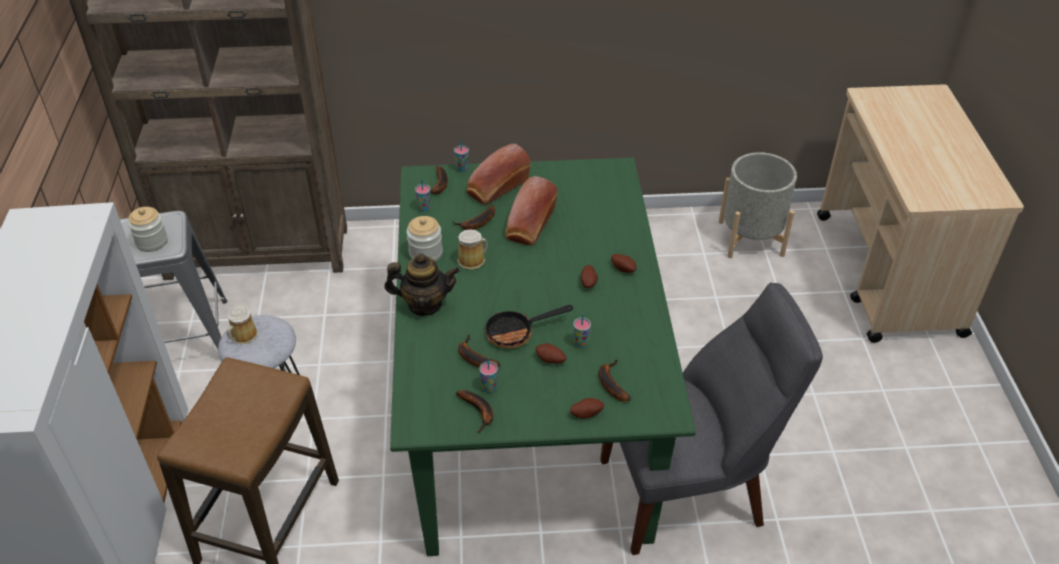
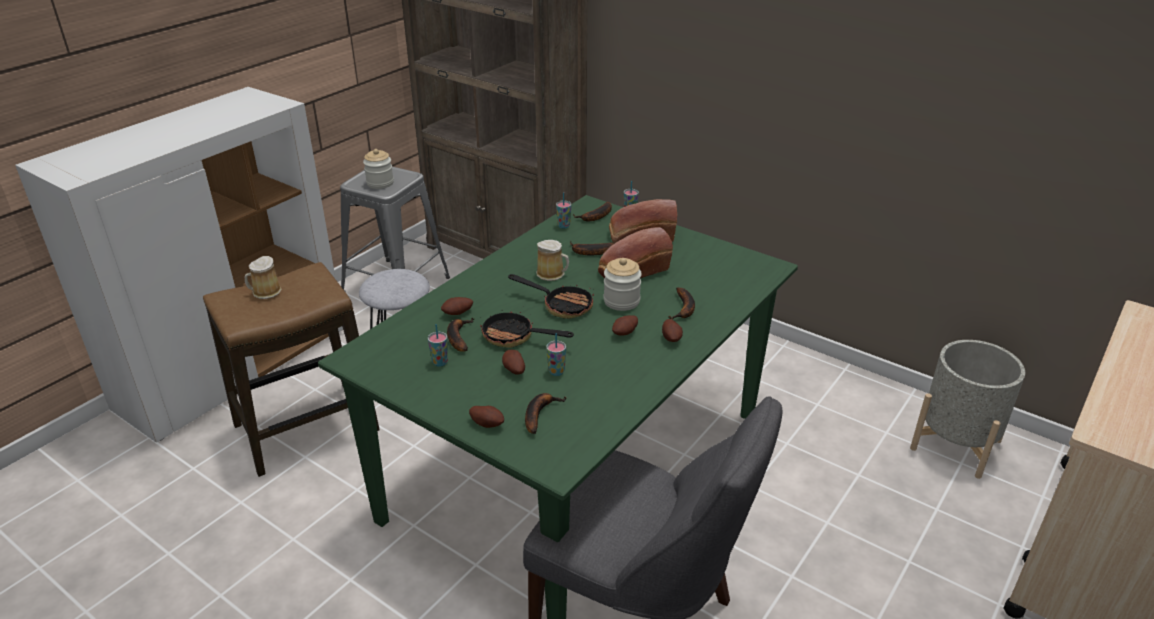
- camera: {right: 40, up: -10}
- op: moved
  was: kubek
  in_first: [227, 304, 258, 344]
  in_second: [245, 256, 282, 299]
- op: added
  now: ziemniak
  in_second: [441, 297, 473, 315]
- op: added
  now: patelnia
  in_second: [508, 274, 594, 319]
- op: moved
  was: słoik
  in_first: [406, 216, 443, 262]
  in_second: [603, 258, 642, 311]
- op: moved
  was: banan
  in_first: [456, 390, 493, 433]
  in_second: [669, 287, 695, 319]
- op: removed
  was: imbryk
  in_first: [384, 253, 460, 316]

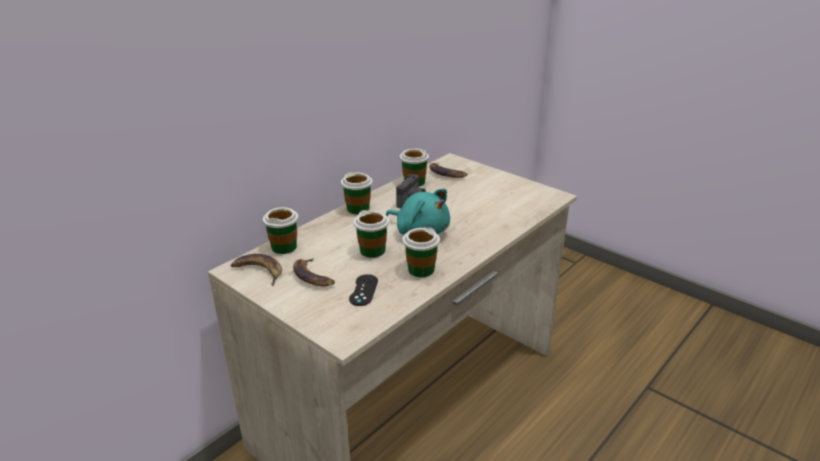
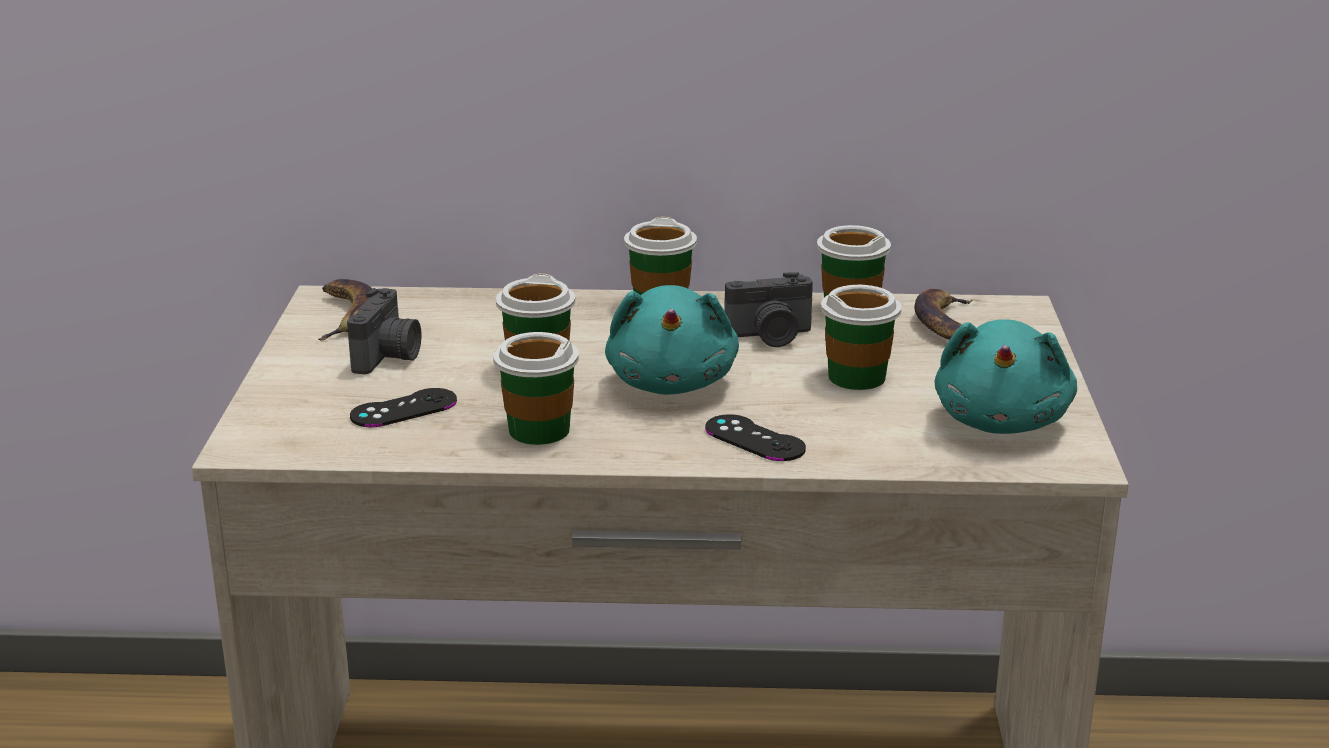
- camera: {right: 50, up: -5}
- op: replaced
  was: banan
  now: aparat fotograficzny
  in_first: [293, 258, 335, 286]
  in_second: [347, 288, 421, 374]
- op: added
  now: pad do gier (czarny)
  in_second: [705, 414, 806, 461]
- op: moved
  was: filiżanka
  in_first: [263, 207, 298, 254]
  in_second: [821, 285, 902, 390]
- op: added
  now: pluszak (turkusowy)
  in_second: [934, 319, 1077, 434]

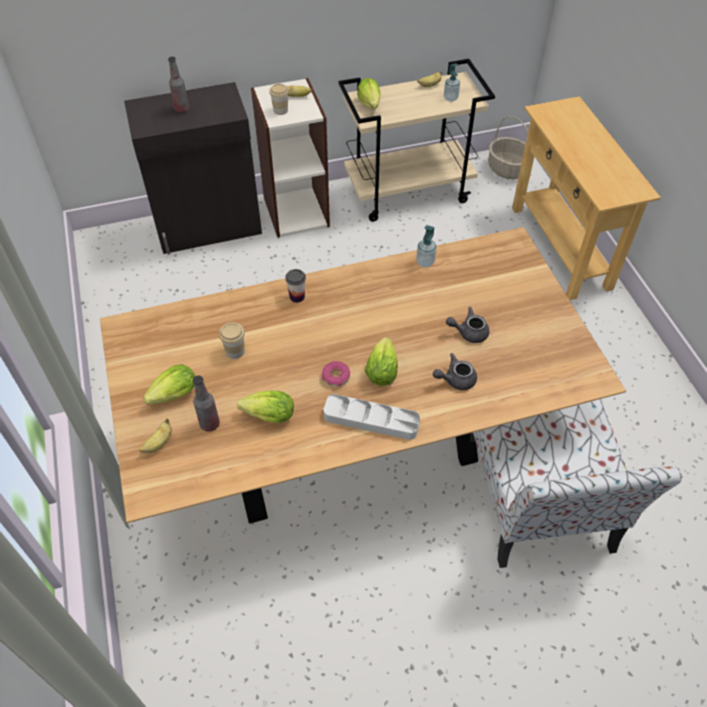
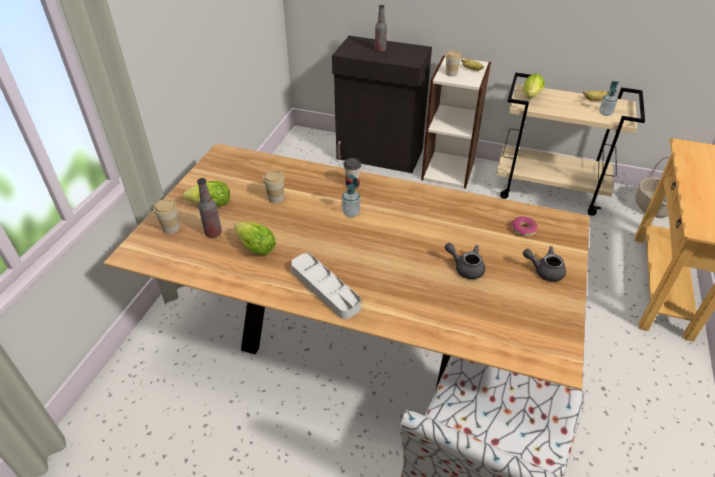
- camera: {right: 35, up: -10}
- op: replaced
  was: banan
  now: filiżanka
  in_first: [139, 418, 172, 453]
  in_second: [153, 199, 180, 234]
- op: moved
  was: dozownik mydła
  in_first: [416, 225, 437, 267]
  in_second: [342, 174, 360, 217]
- op: moved
  was: donut
  in_first: [322, 361, 350, 387]
  in_second: [511, 216, 538, 236]
- op: moved
  was: imbryk (szary)
  in_first: [433, 353, 477, 390]
  in_second: [523, 246, 566, 282]
- op: removed
  was: sałata
  in_first: [365, 337, 398, 386]

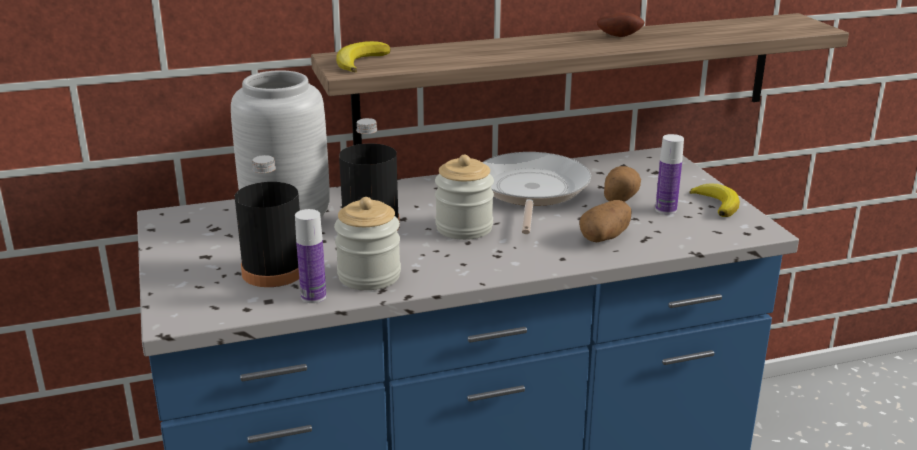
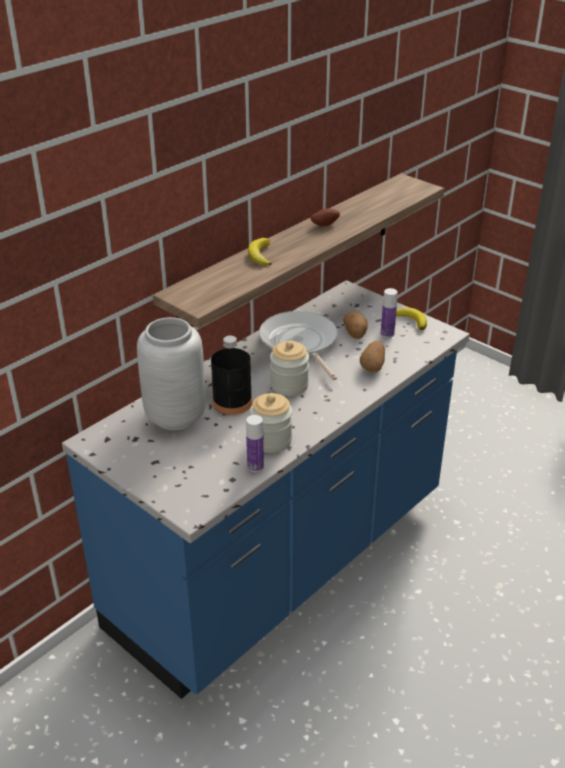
- camera: {right: -30, up: 10}
- op: moved
  was: banan
  in_first: [336, 41, 391, 72]
  in_second: [248, 238, 272, 266]
- op: removed
  was: butelka (czarny)
  in_first: [235, 155, 300, 287]

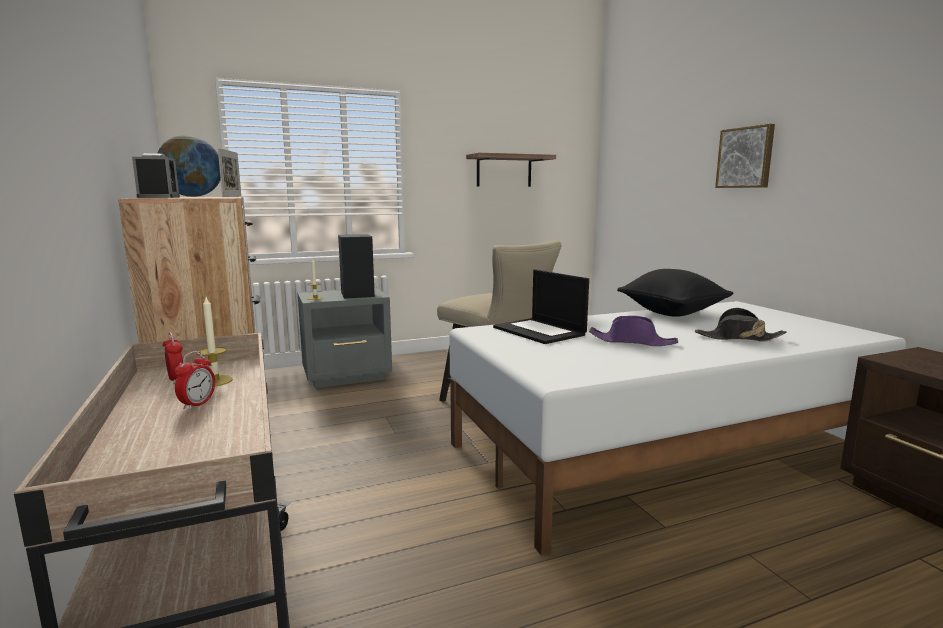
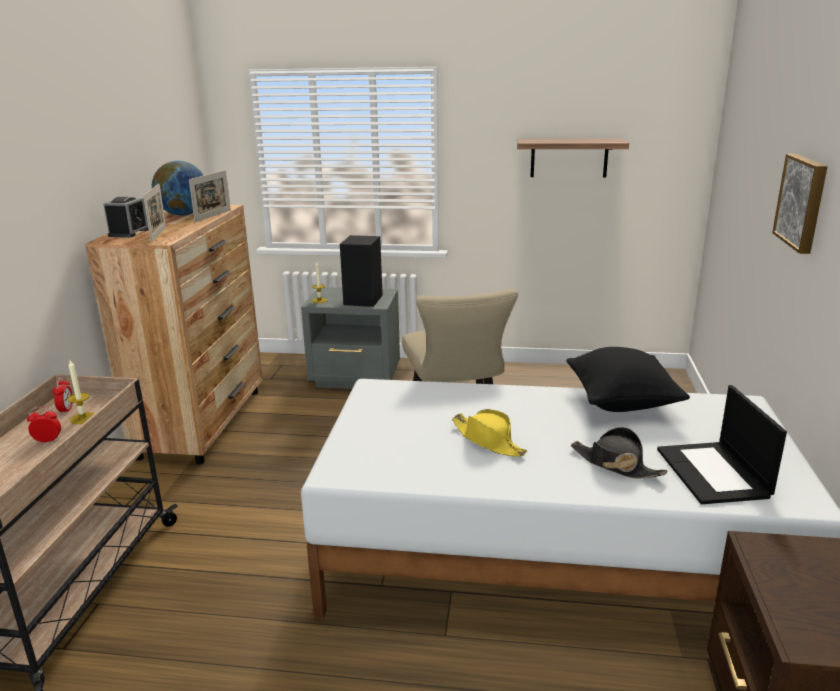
- camera: {right: 30, up: 10}
- op: turned
  was: budzik
  in_first: [175, 351, 215, 410]
  in_second: [27, 407, 61, 443]
  clockwise: -150
- op: added
  now: ramka na zdjęcie
  in_second: [143, 184, 166, 243]
- op: recoloured
  was: kapelusz (fioletowy)
  now: kapelusz (żółty)
  in_first: [589, 316, 678, 346]
  in_second: [452, 409, 527, 457]
- op: moved
  was: laptop
  in_first: [493, 269, 589, 344]
  in_second: [657, 385, 787, 504]

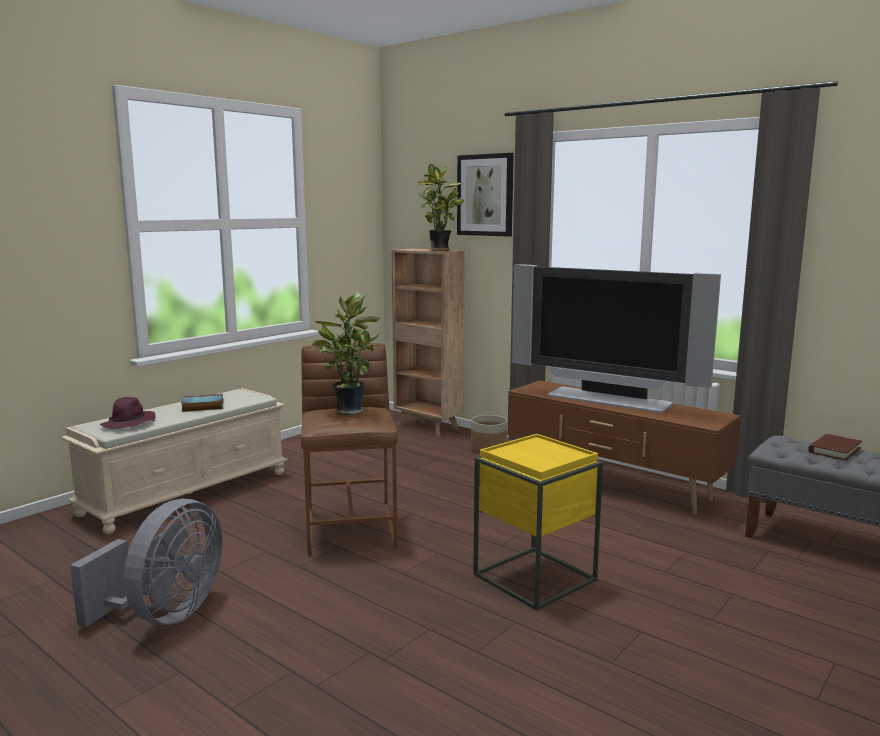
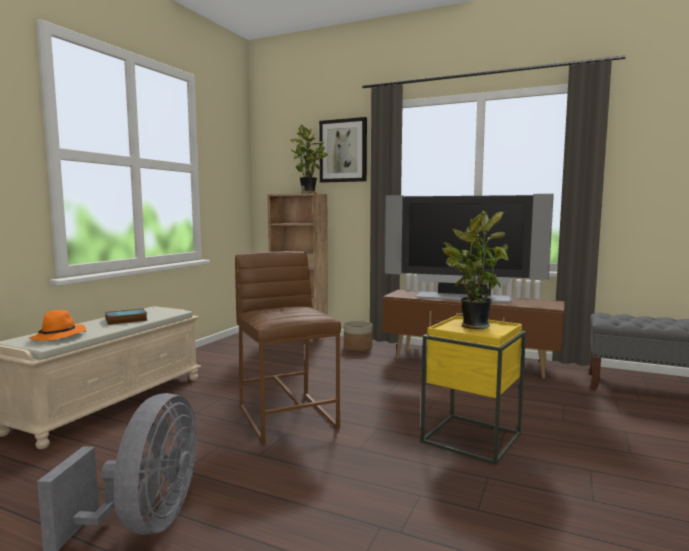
- camera: {right: -15, up: -5}
- op: recoloured
  was: kapelusz (fioletowy)
  now: kapelusz (pomarańczowy)
  in_first: [100, 397, 156, 429]
  in_second: [29, 310, 86, 341]
- op: moved
  was: roślina doniczkowa
  in_first: [312, 292, 380, 415]
  in_second: [442, 211, 508, 329]
- op: removed
  was: książka (brązowy)
  in_first: [808, 434, 862, 460]

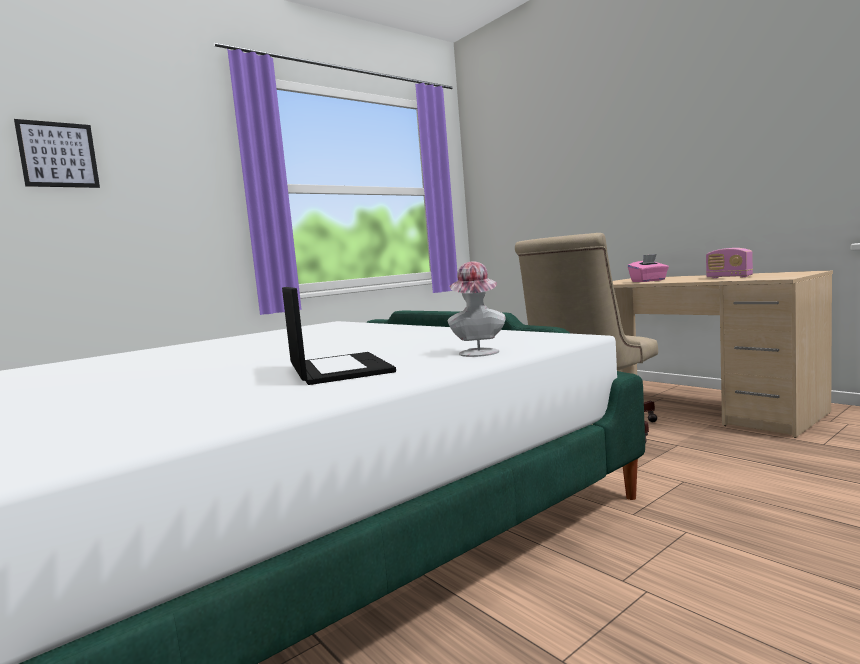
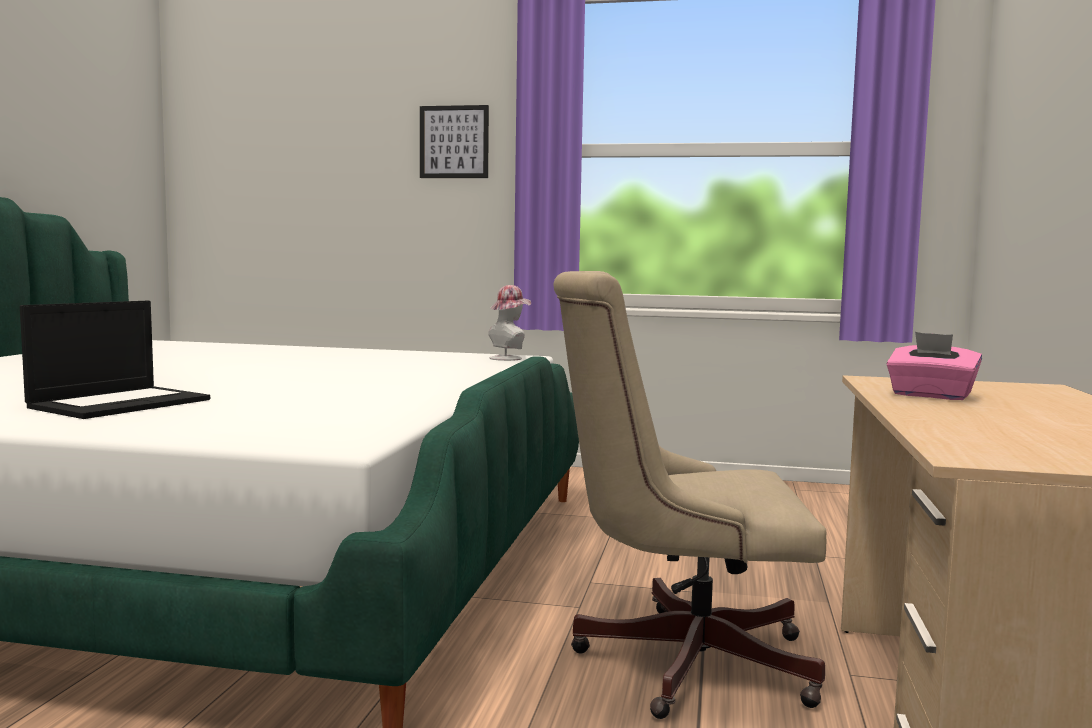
- camera: {right: 50, up: 0}
- op: moved
  was: obraz
  in_first: [14, 119, 100, 188]
  in_second: [420, 105, 489, 178]
- op: moved
  was: kapelusz
  in_first: [448, 261, 506, 357]
  in_second: [488, 285, 531, 361]
- op: removed
  was: radio
  in_first: [706, 248, 753, 278]

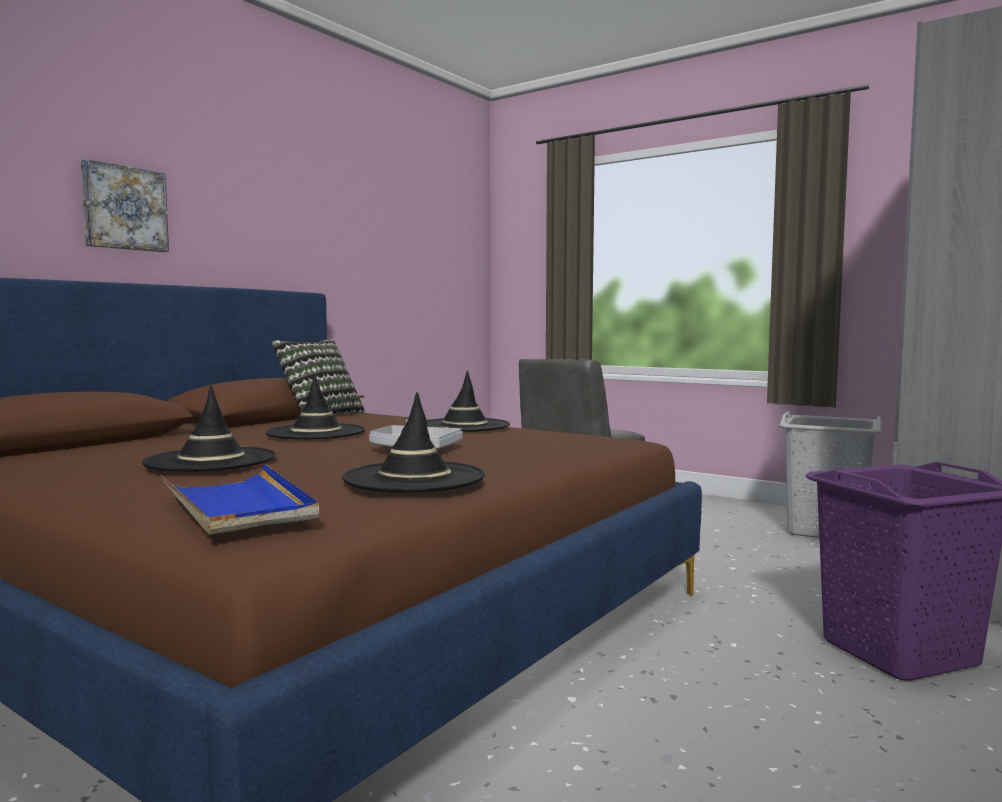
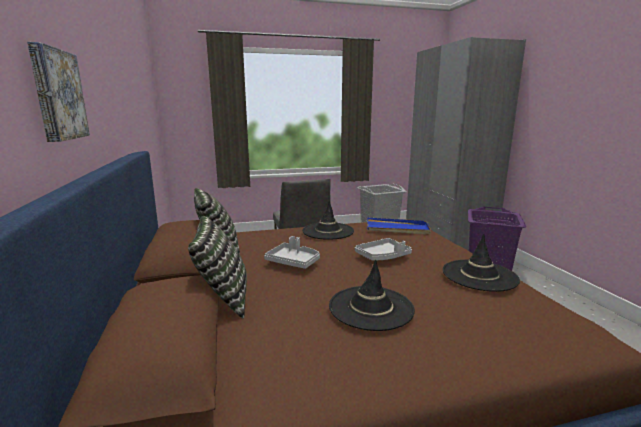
- camera: {right: -50, up: 10}
- op: added
  now: poduszka
  in_second: [188, 216, 247, 318]
- op: replaced
  was: kapelusz (czarny)
  now: taca (szary)
  in_first: [265, 374, 366, 439]
  in_second: [264, 236, 320, 269]
- op: moved
  was: taca (niebieski)
  in_first: [160, 464, 319, 535]
  in_second: [367, 218, 431, 235]

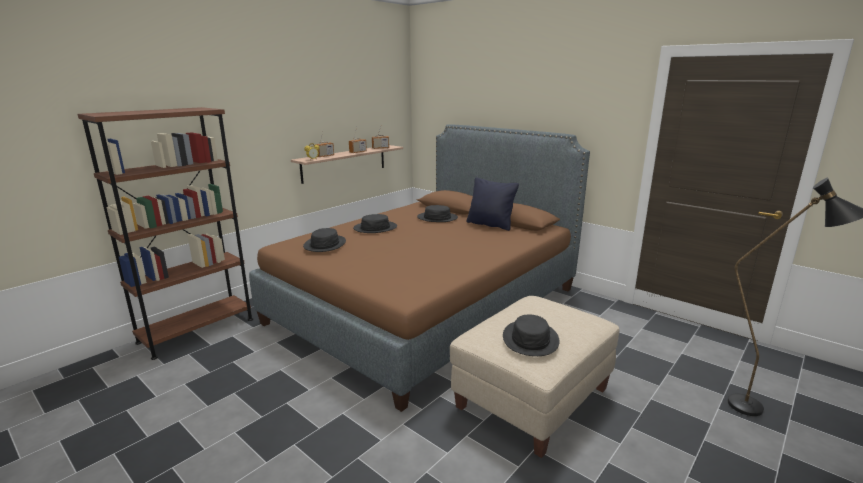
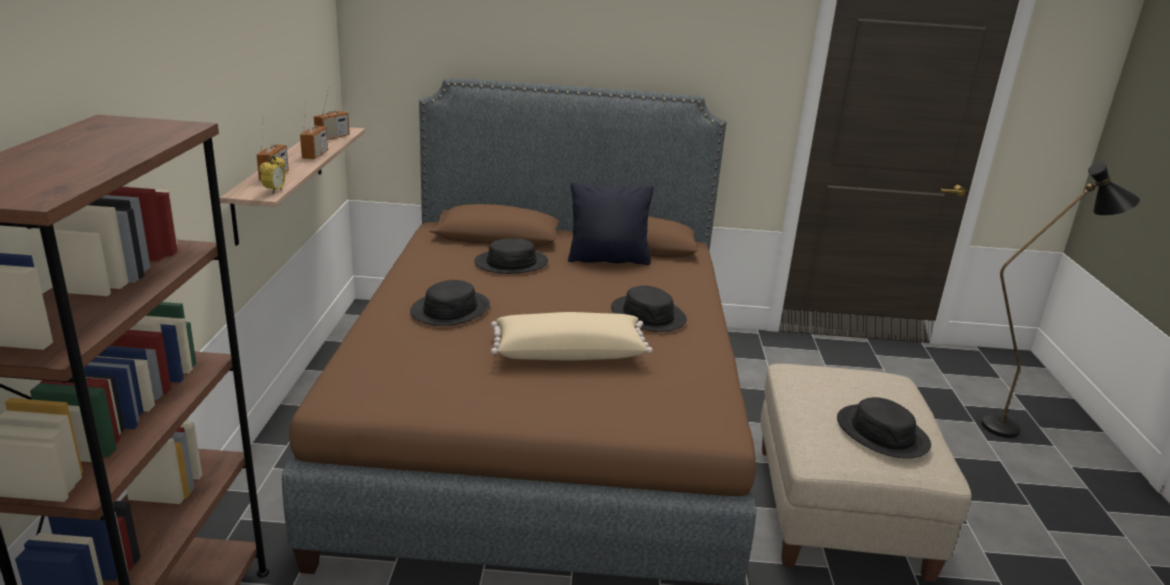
- camera: {right: -40, up: 5}
- op: added
  now: poduszka (beżowy)
  in_second: [491, 312, 653, 360]
- op: moved
  was: kapelusz (czarny)
  in_first: [303, 228, 346, 252]
  in_second: [611, 286, 687, 332]

